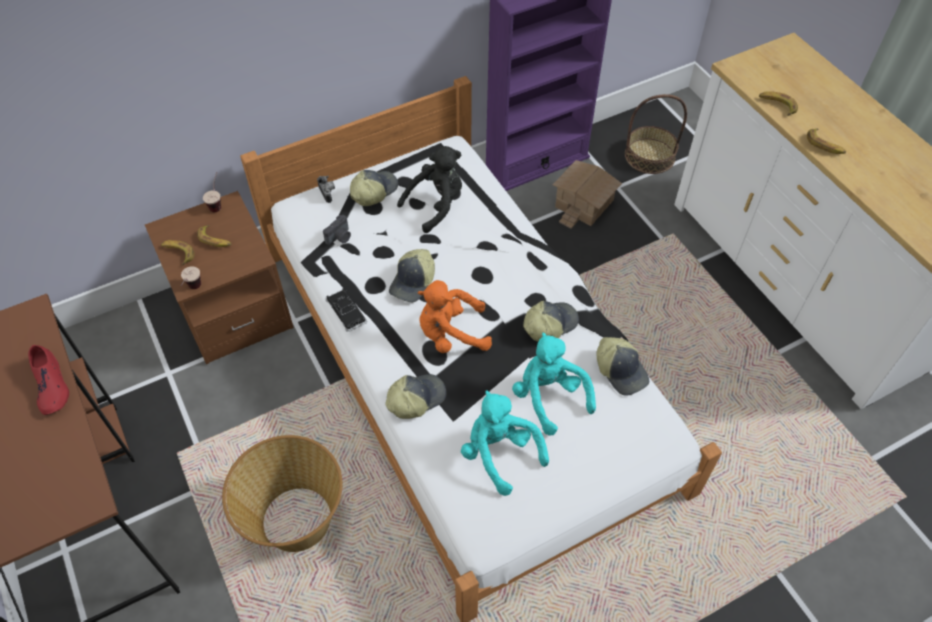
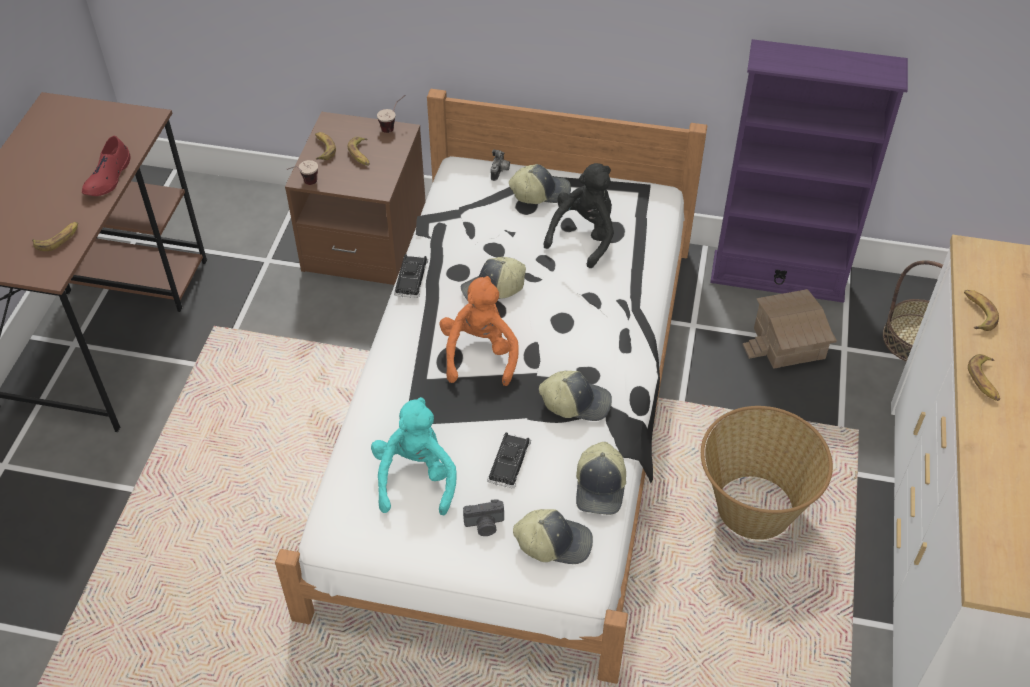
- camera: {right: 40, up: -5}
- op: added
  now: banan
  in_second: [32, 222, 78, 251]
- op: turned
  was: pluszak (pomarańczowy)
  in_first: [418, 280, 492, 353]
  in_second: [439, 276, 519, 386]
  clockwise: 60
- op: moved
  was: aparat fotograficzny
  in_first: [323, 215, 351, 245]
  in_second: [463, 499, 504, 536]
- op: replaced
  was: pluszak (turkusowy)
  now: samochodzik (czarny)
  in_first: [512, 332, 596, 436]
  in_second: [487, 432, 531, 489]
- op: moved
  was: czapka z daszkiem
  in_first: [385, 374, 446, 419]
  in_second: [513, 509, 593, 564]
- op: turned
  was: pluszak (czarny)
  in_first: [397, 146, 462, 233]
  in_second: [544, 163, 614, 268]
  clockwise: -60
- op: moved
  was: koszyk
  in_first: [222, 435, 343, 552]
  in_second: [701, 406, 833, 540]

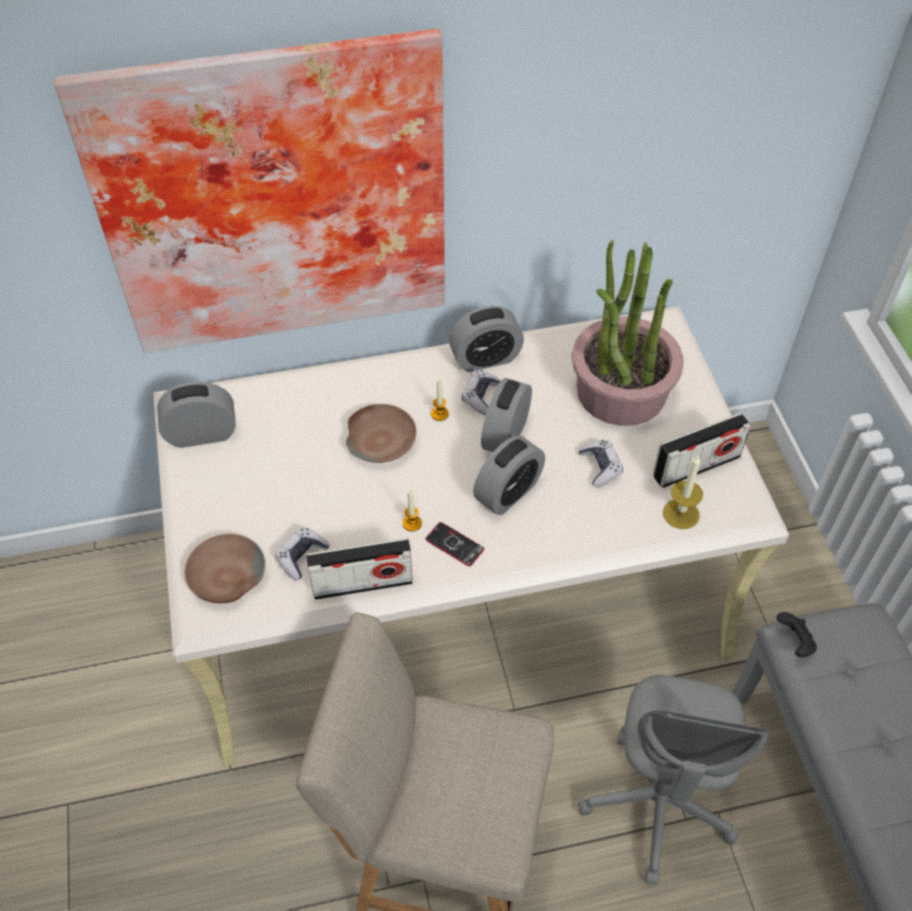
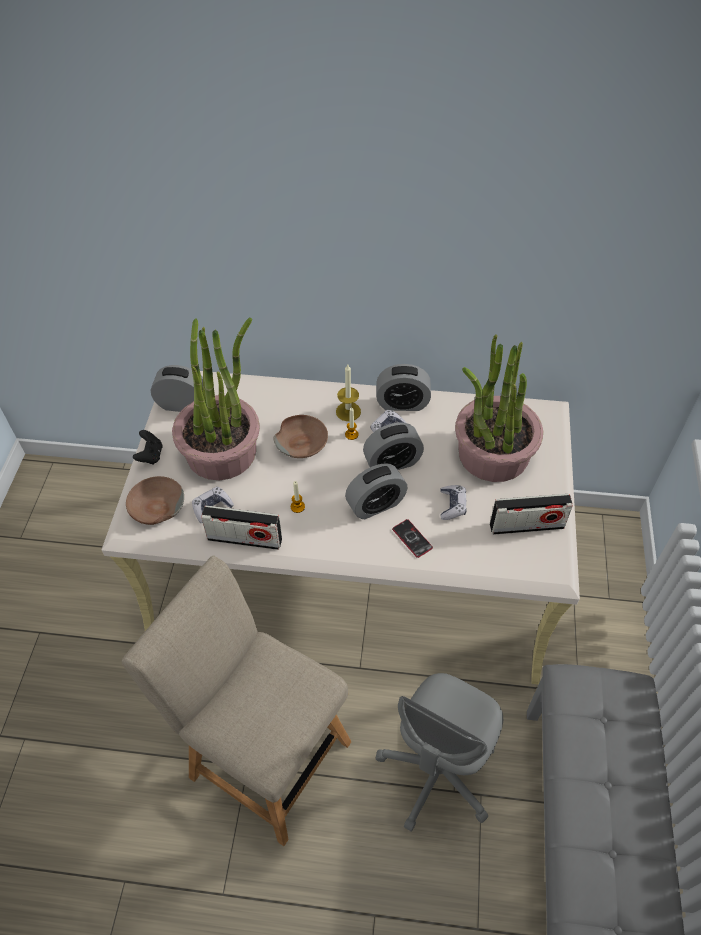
- camera: {right: 20, up: 0}
- op: moved
  was: pad do gier (czarny)
  in_first: [776, 612, 817, 657]
  in_second: [133, 430, 163, 464]
- op: added
  now: roślina doniczkowa
  in_second: [172, 318, 260, 480]
- op: moved
  was: świeca
  in_first: [663, 454, 703, 529]
  in_second: [336, 365, 361, 421]
- op: turned
  was: budzik
  in_first: [481, 378, 532, 452]
  in_second: [363, 422, 424, 470]
  clockwise: -150
- op: moved
  was: telefon
  in_first: [426, 522, 484, 566]
  in_second: [392, 519, 433, 558]
- op: removed
  was: obraz
  in_first: [55, 29, 445, 353]

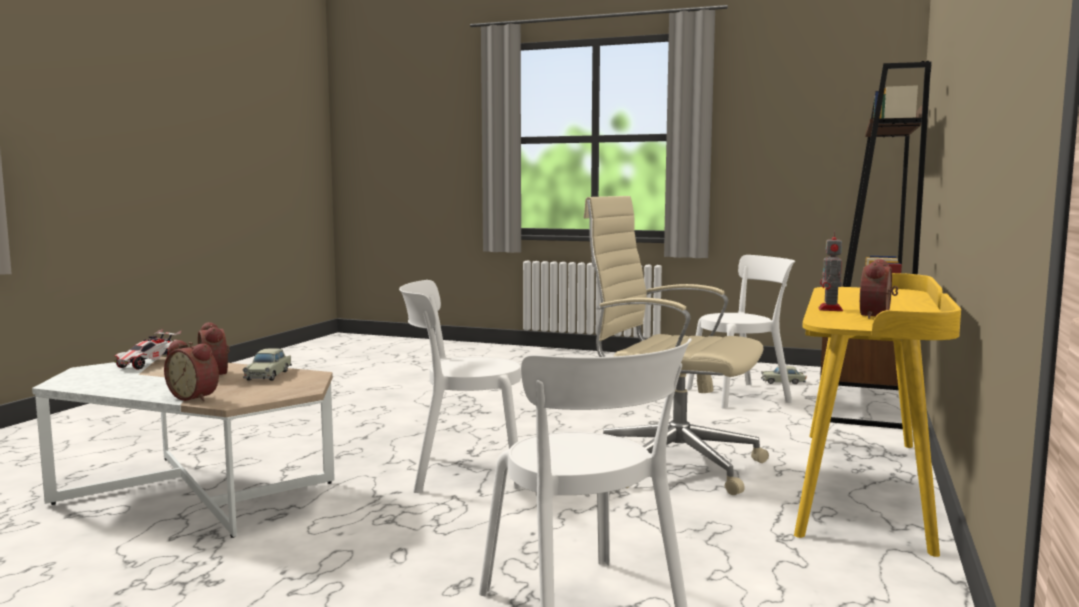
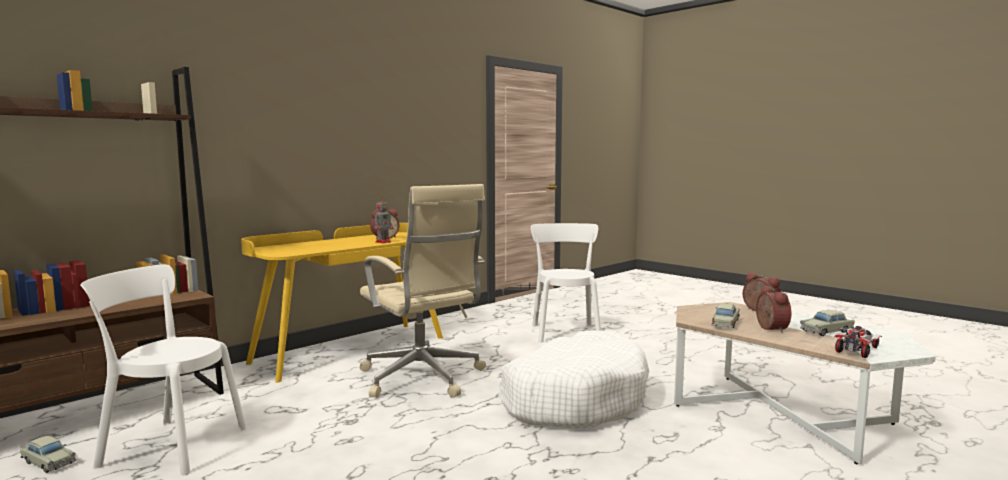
- camera: {right: -155, up: 0}
- op: replaced
  was: krzesło (biały)
  now: legowisko (biały)
  in_first: [399, 280, 523, 493]
  in_second: [499, 330, 649, 428]
- op: added
  now: samochodzik (beżowy)
  in_second: [800, 310, 855, 336]

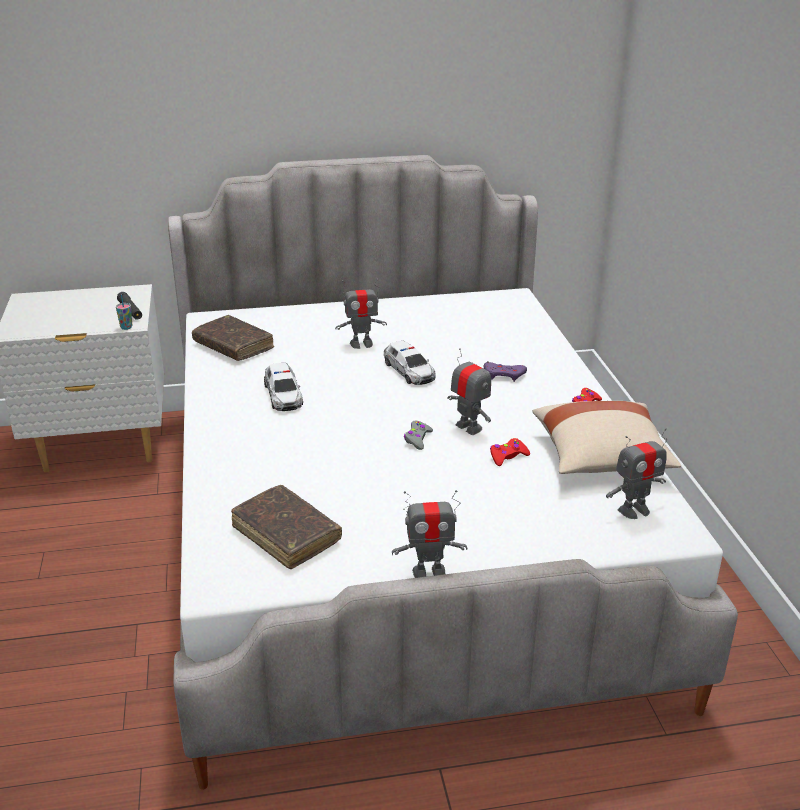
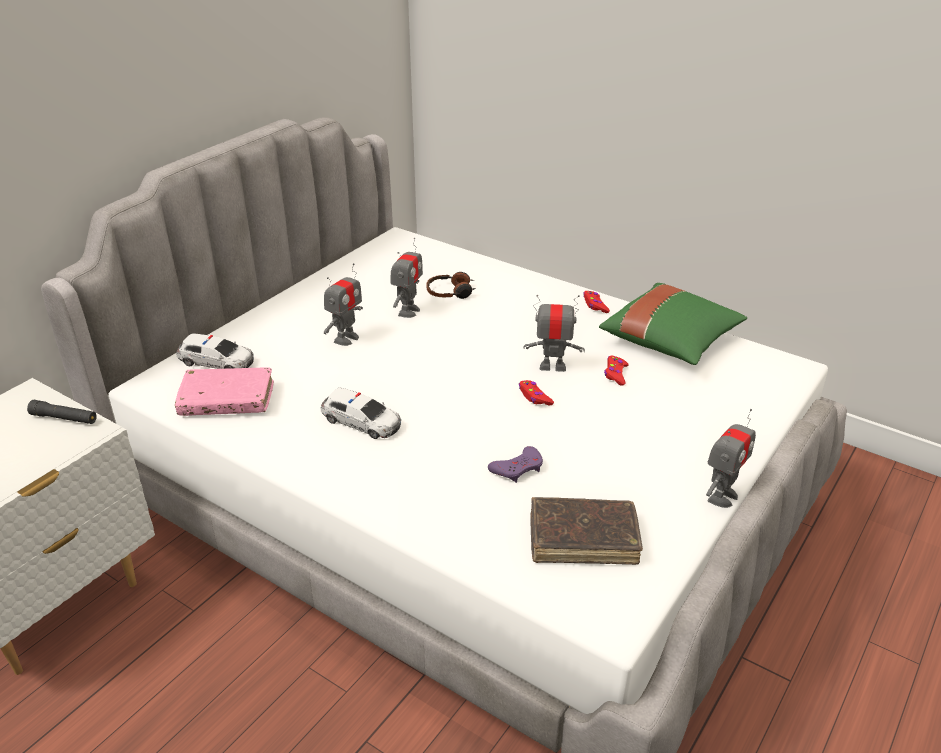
- camera: {right: -45, up: 5}
- op: recoloured
  was: książka (brązowy)
  now: książka (różowy)
  in_first: [192, 315, 274, 361]
  in_second: [175, 368, 274, 416]
- op: moved
  was: samochodzik
  in_first: [384, 341, 436, 385]
  in_second: [176, 333, 254, 369]
- op: moved
  was: robot zabawkowy
  in_first: [606, 428, 668, 519]
  in_second: [390, 238, 423, 318]
- op: added
  now: słuchawki
  in_second: [426, 272, 476, 299]
- op: moved
  was: pad do gier (fioletowy)
  in_first: [484, 362, 527, 382]
  in_second: [488, 446, 543, 483]
- op: recoloured
  was: pad do gier (szary)
  now: pad do gier (czerwony)
  in_first: [404, 420, 433, 450]
  in_second: [519, 380, 554, 406]
- op: recoloured
  was: poduszka (beżowy)
  now: poduszka (zielony)
  in_first: [532, 401, 681, 474]
  in_second: [599, 283, 747, 365]
- op: removed
  was: filiżanka
  in_first: [116, 295, 132, 330]

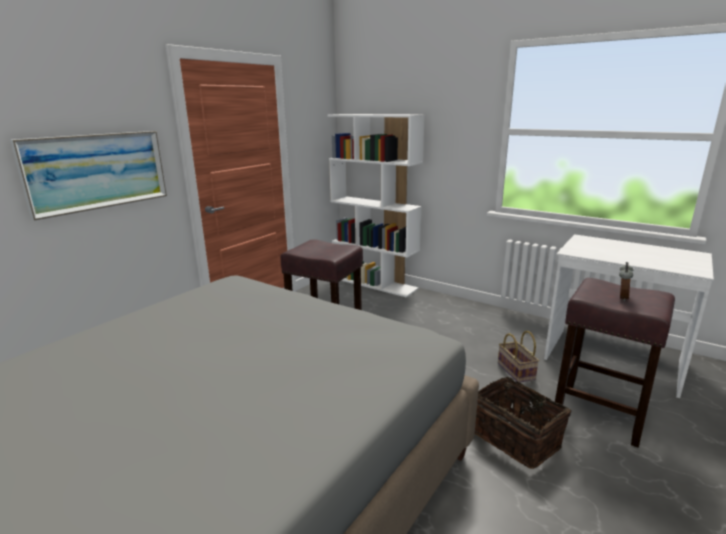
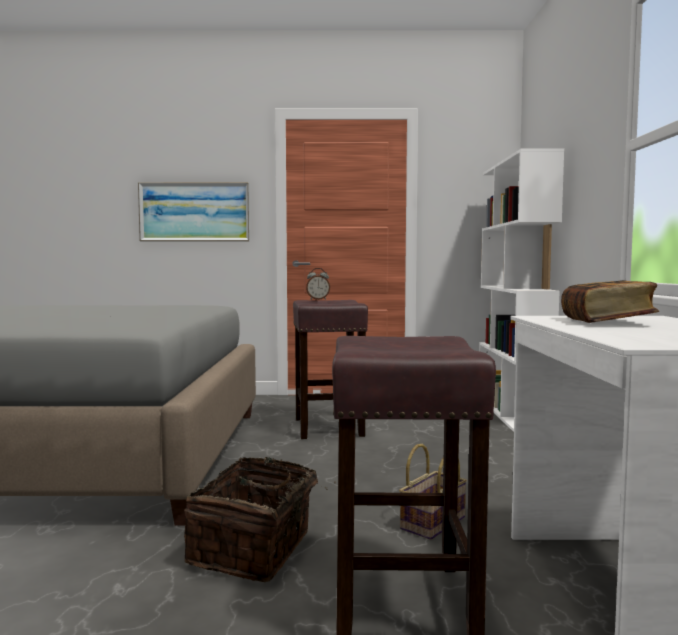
- camera: {right: 55, up: -15}
- op: moved
  was: budzik
  in_first: [619, 262, 633, 302]
  in_second: [306, 268, 330, 300]
- op: added
  now: książka
  in_second: [561, 280, 659, 323]

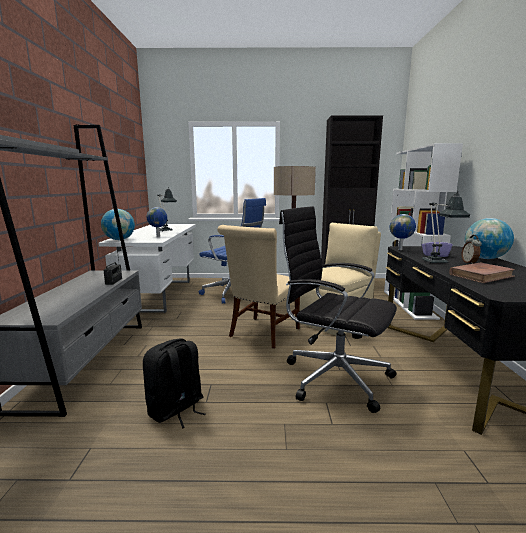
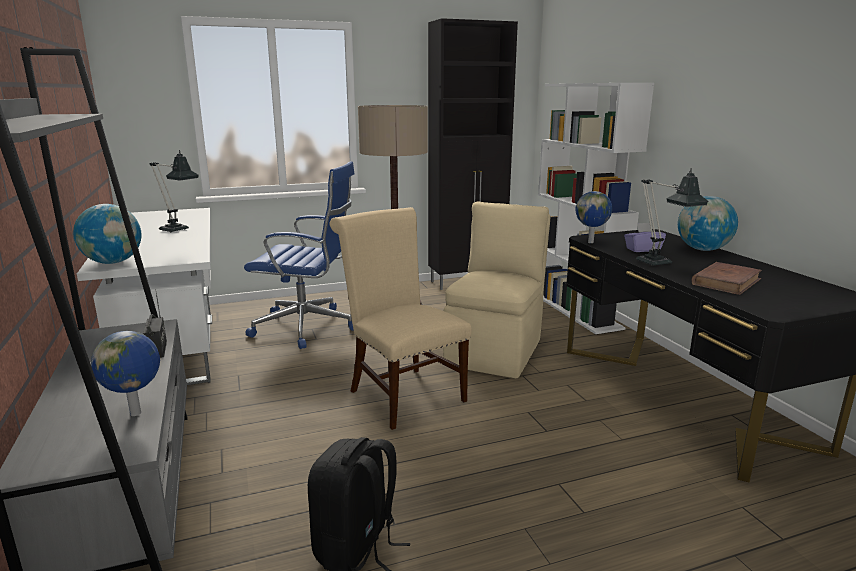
- camera: {right: -20, up: 5}
- op: moved
  was: globus
  in_first: [146, 207, 167, 237]
  in_second: [91, 331, 160, 416]
- op: turned
  was: krzesło (beżowy)
  in_first: [217, 225, 300, 349]
  in_second: [330, 207, 472, 430]
  clockwise: 135
- op: removed
  was: krzesło biurowe (czarny)
  in_first: [279, 206, 397, 413]
- op: removed
  was: budzik
  in_first: [462, 235, 482, 264]

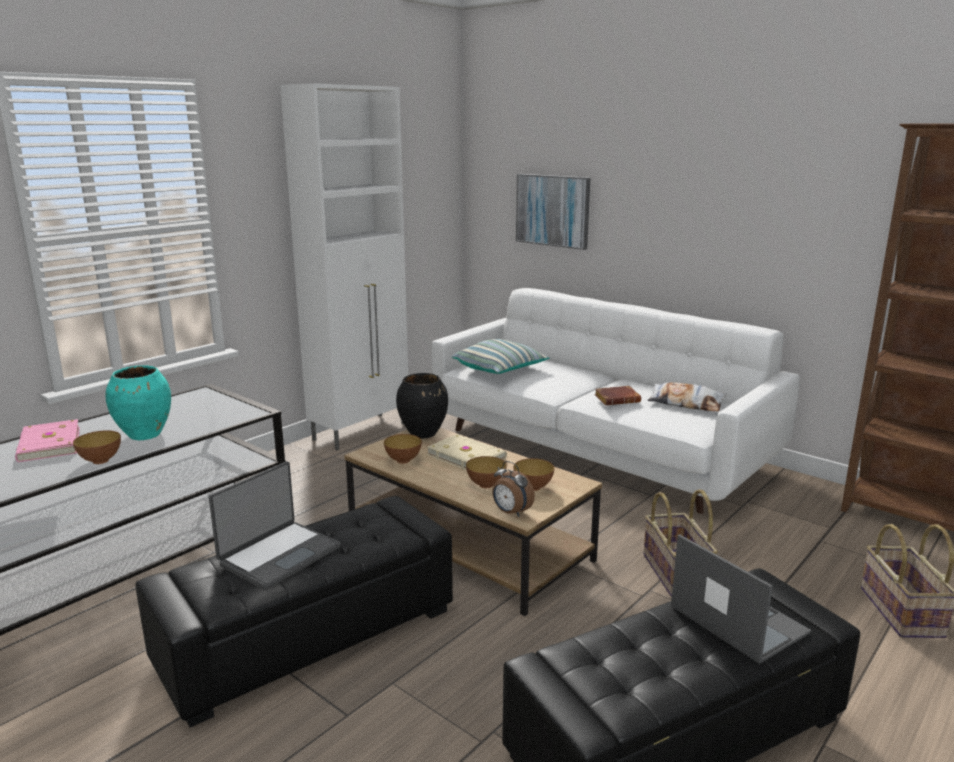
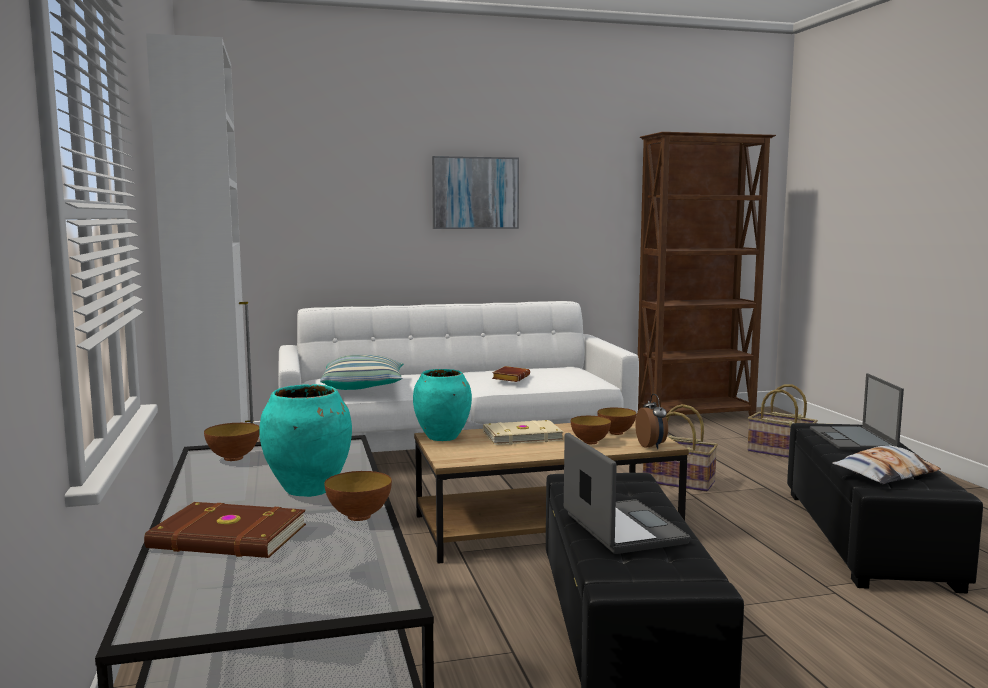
- camera: {right: -55, up: -10}
- op: recoloured
  was: książka (różowy)
  now: książka (brązowy)
  in_first: [15, 419, 80, 462]
  in_second: [144, 502, 306, 558]
- op: moved
  was: miska
  in_first: [384, 434, 422, 464]
  in_second: [204, 423, 260, 461]
- op: recoloured
  was: wazon (czarny)
  now: wazon (turkusowy)
  in_first: [396, 373, 448, 438]
  in_second: [413, 369, 472, 441]
- op: moved
  was: obraz
  in_first: [516, 174, 590, 250]
  in_second: [432, 156, 519, 229]
- op: turned
  was: budzik
  in_first: [492, 461, 535, 517]
  in_second: [635, 394, 668, 449]
  clockwise: -90
- op: turned
  was: laptop
  in_first: [671, 534, 811, 664]
  in_second: [810, 373, 904, 450]
  clockwise: -90
- op: moved
  was: poduszka
  in_first: [648, 382, 727, 411]
  in_second: [832, 446, 941, 484]

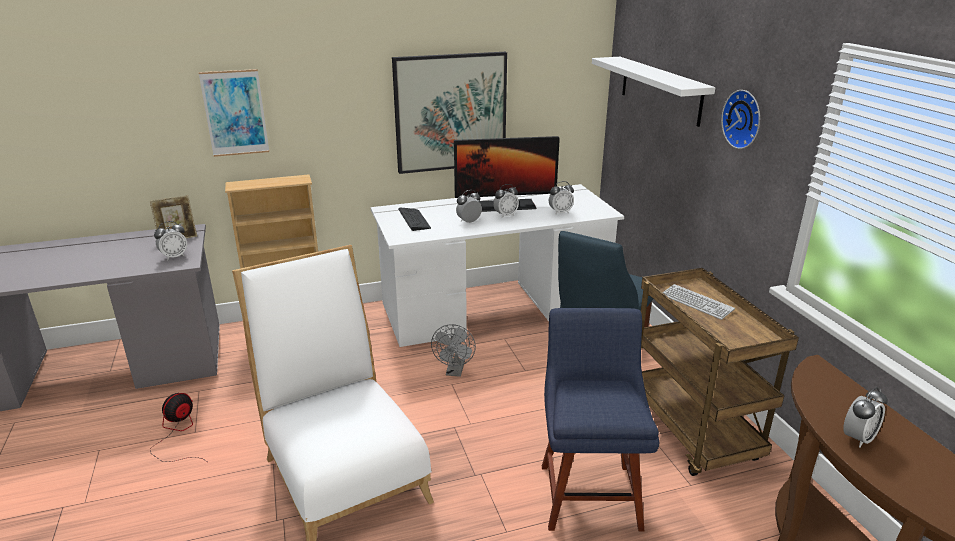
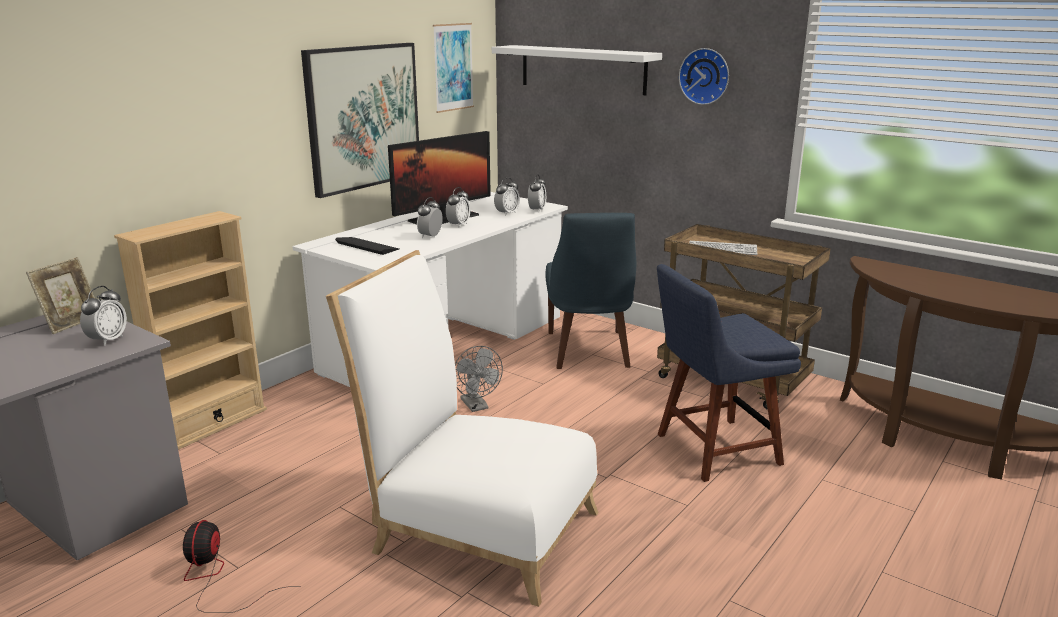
- camera: {right: -35, up: -5}
- op: moved
  was: obraz
  in_first: [198, 69, 269, 157]
  in_second: [433, 23, 474, 113]
- op: moved
  was: budzik
  in_first: [843, 387, 888, 448]
  in_second: [528, 175, 546, 212]
- op: turned
  was: krzesło (niebieski)
  in_first: [542, 308, 659, 531]
  in_second: [657, 264, 801, 482]
  clockwise: -75

